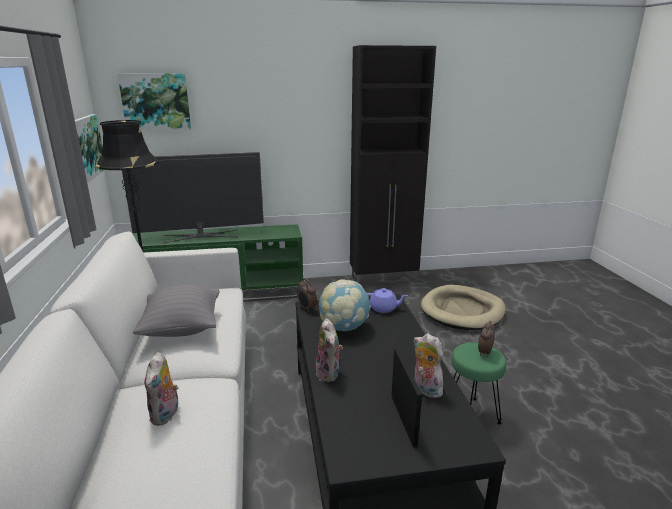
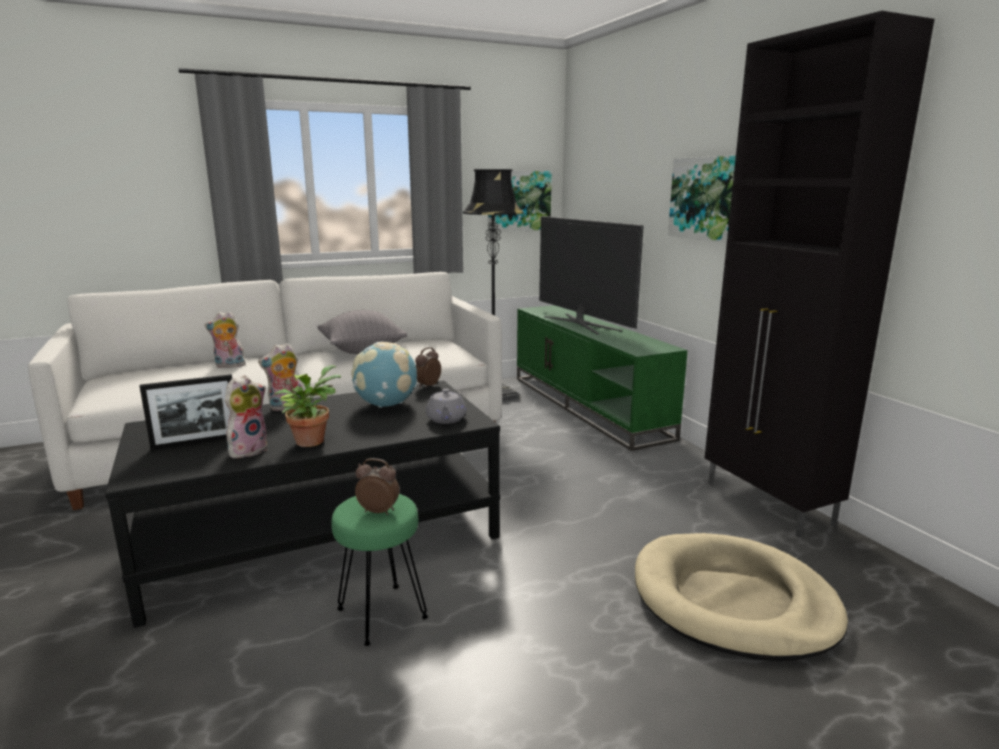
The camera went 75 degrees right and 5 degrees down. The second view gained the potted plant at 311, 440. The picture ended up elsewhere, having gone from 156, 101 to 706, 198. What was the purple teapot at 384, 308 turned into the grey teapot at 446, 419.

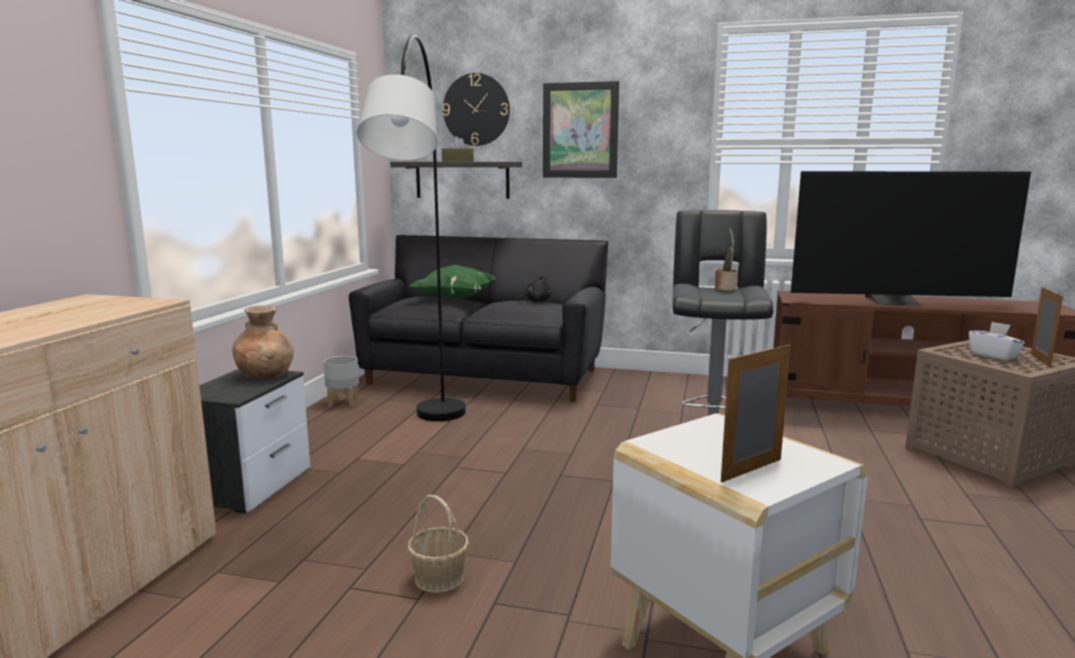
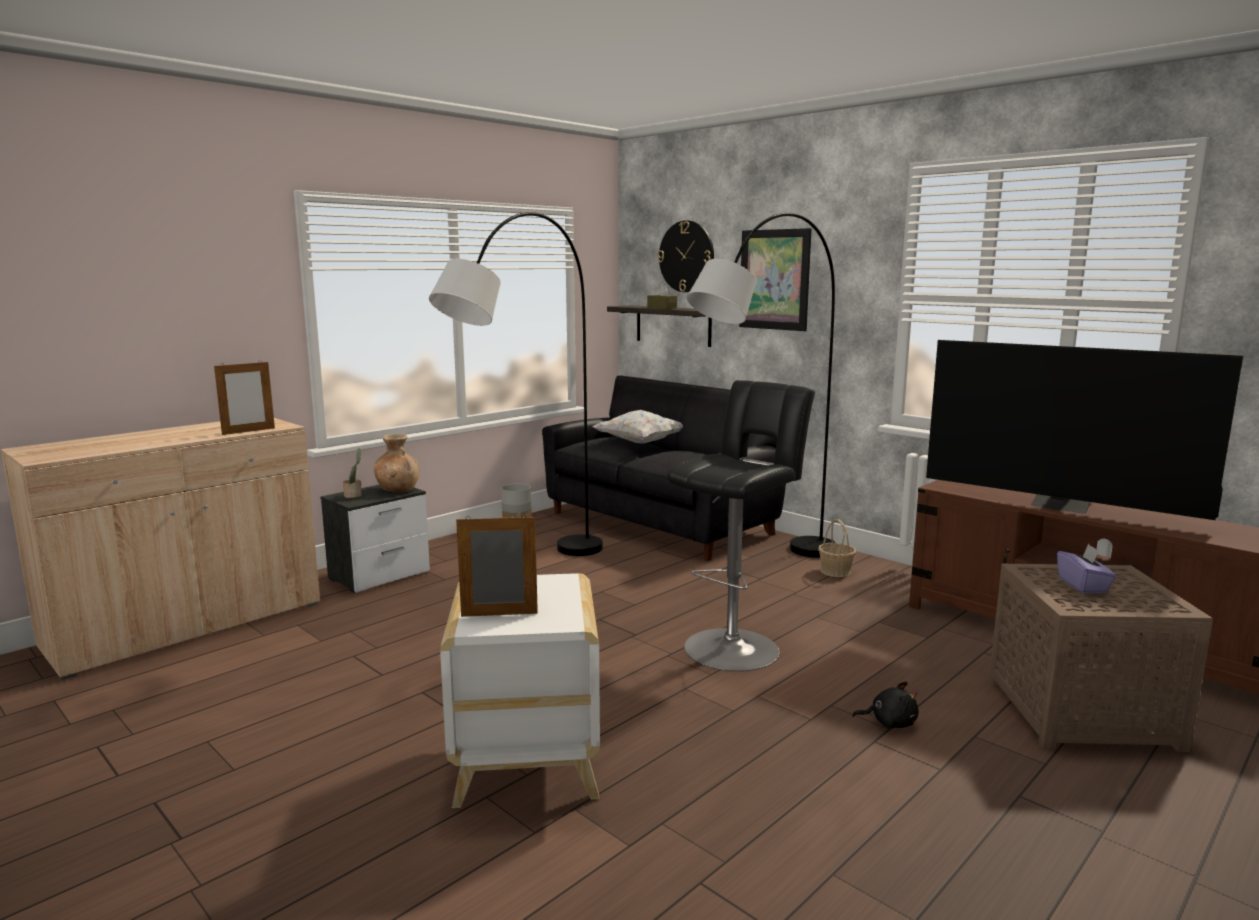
The camera went 30 degrees right and 0 degrees up. The second view gained the grey floor lamp at 762, 572. The basket ended up elsewhere, having gone from 439, 577 to 835, 571. The black plush toy ended up elsewhere, having gone from 536, 301 to 889, 722. The potted plant ended up elsewhere, having gone from 725, 288 to 354, 495. The picture frame ended up elsewhere, having gone from 1040, 360 to 248, 431. What was the green pillow at 455, 298 turned into the white pillow at 639, 443. What was the white tissue box at 993, 355 turned into the purple tissue box at 1083, 585.

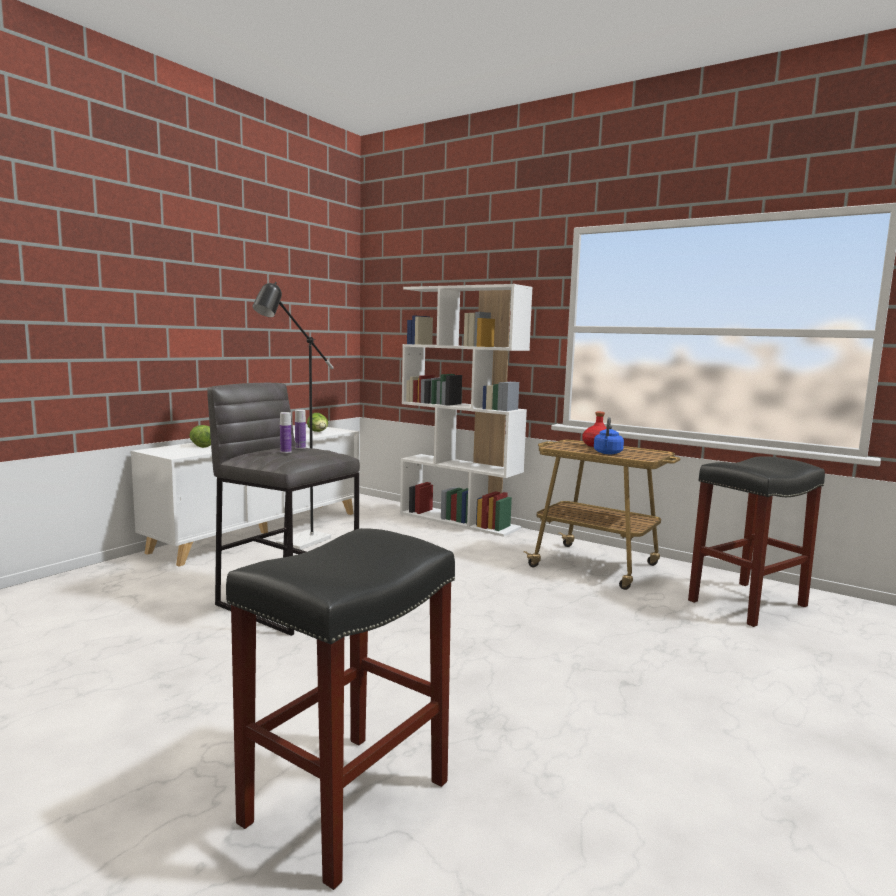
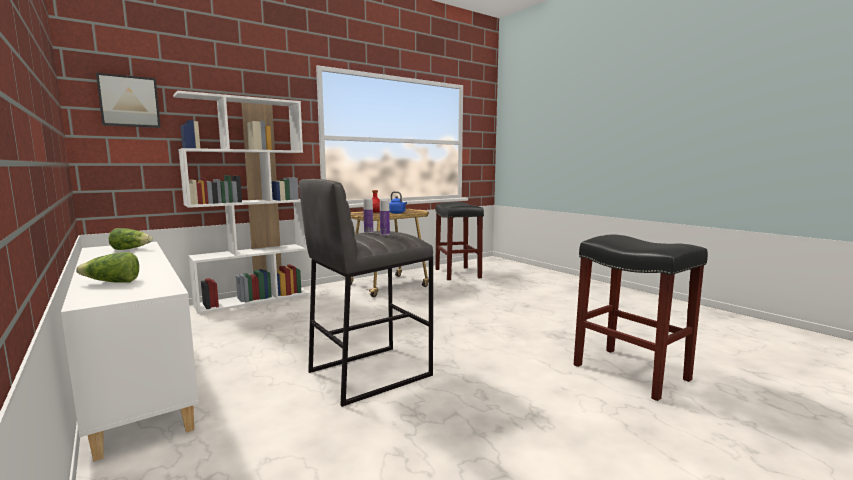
The camera went 70 degrees left and 0 degrees up. The second view lost the black floor lamp at 297, 544. The second view gained the picture at 129, 101.

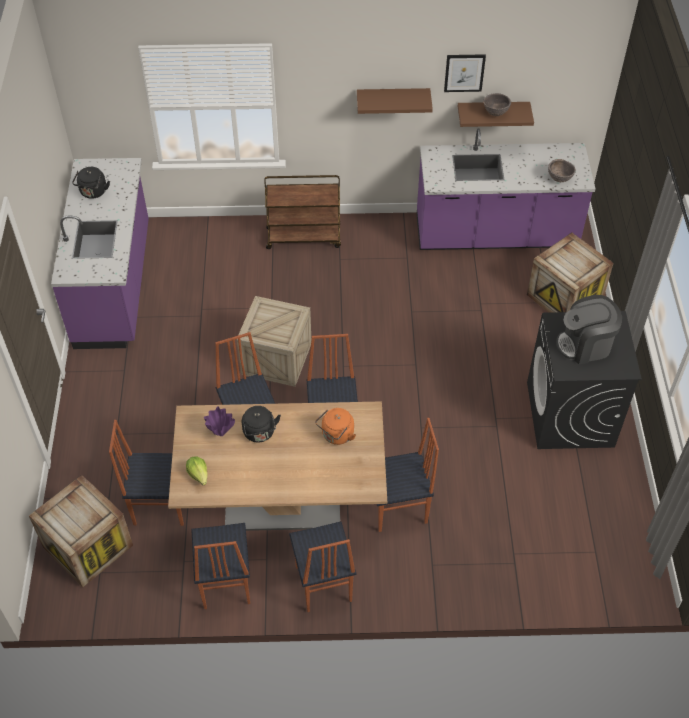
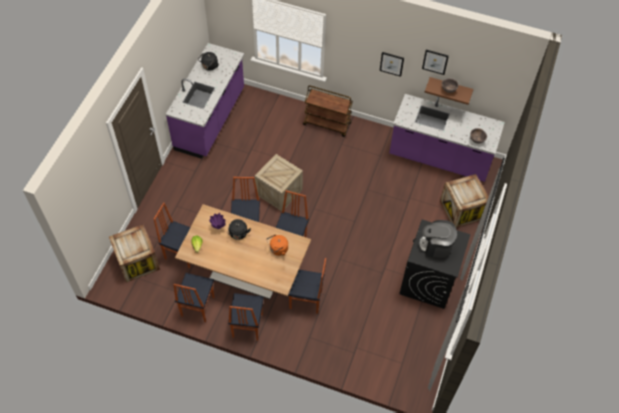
The camera went 20 degrees right and 5 degrees up. Where the brown shelf hung at 393, 99, the picture came to hang at 391, 63.

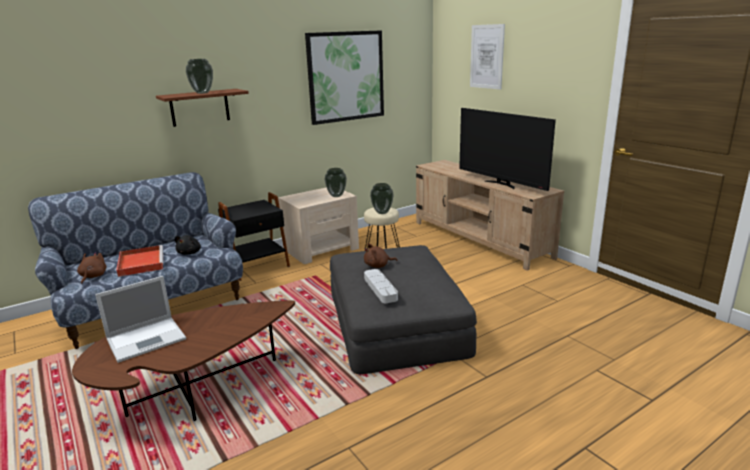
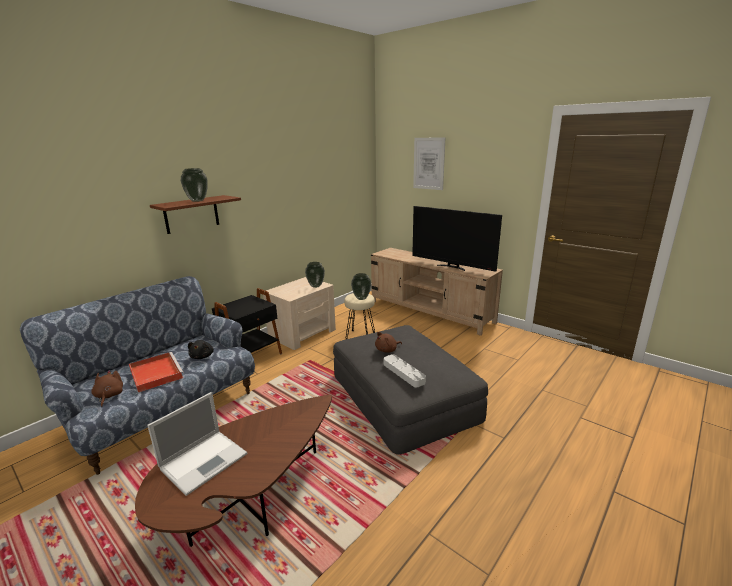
The camera went 15 degrees left and 0 degrees up. The second view lost the picture at 346, 76.

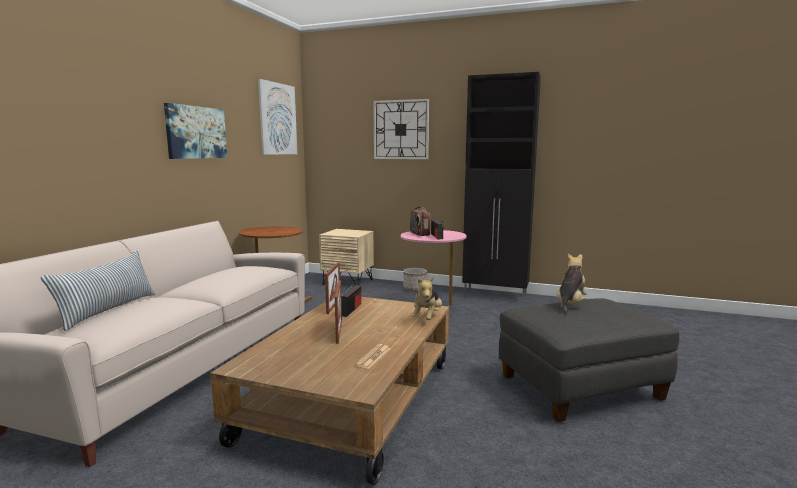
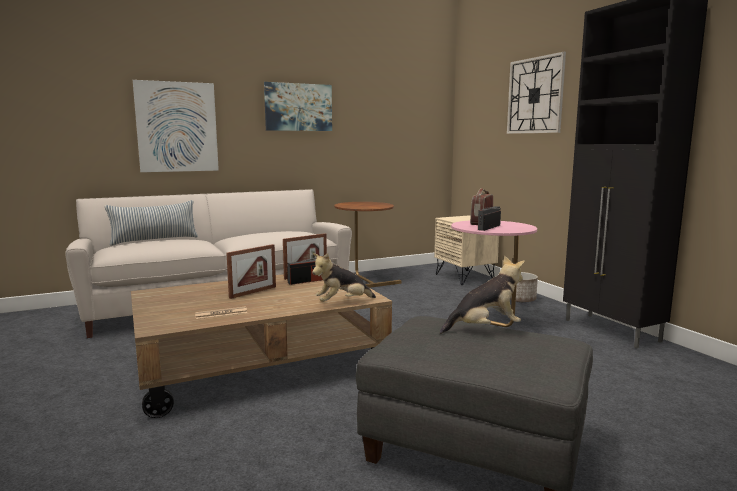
The camera went 45 degrees right and 0 degrees up. The picture ended up elsewhere, having gone from 278, 119 to 177, 127.

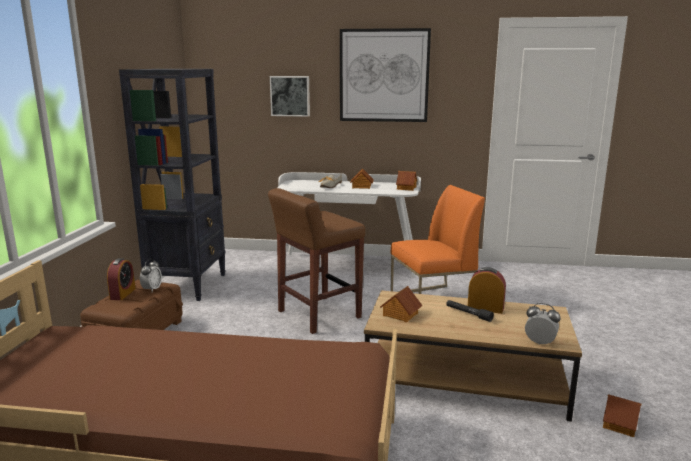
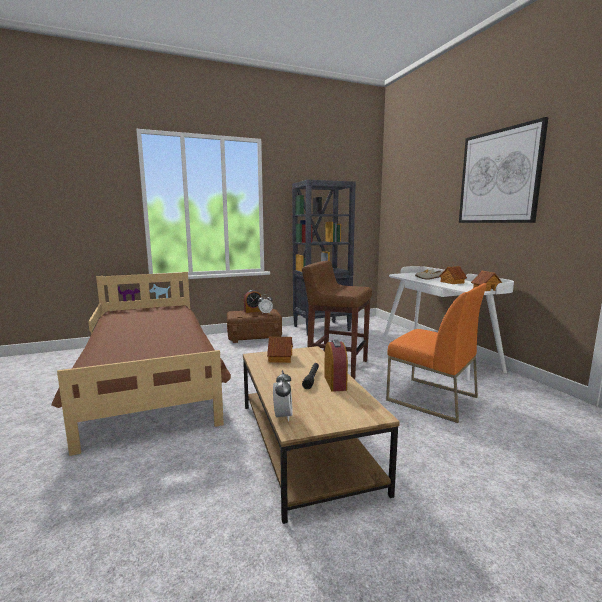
The camera went 60 degrees right and 5 degrees down. The second view lost the picture at 290, 96. The second view lost the toy house at 620, 424.

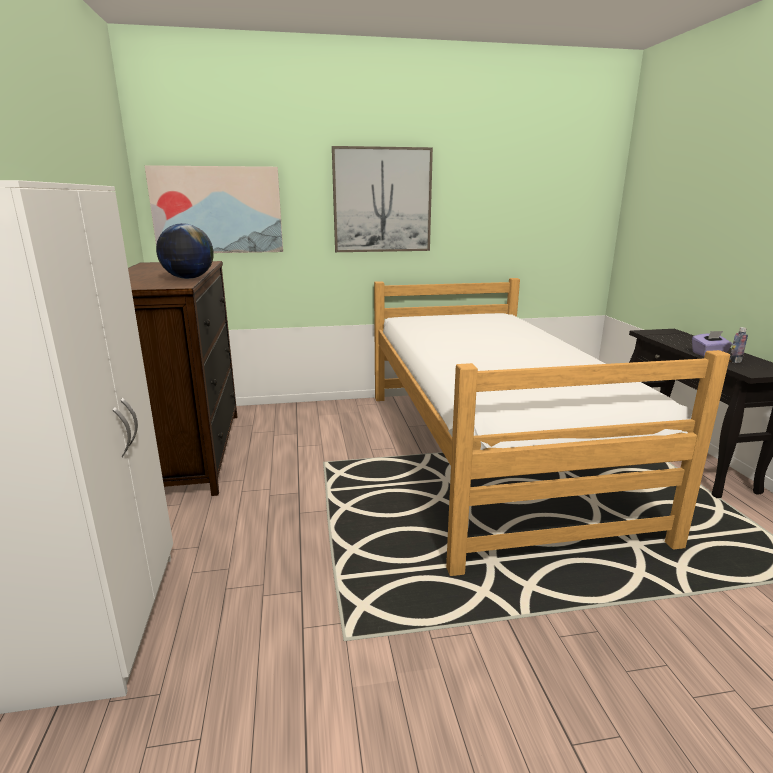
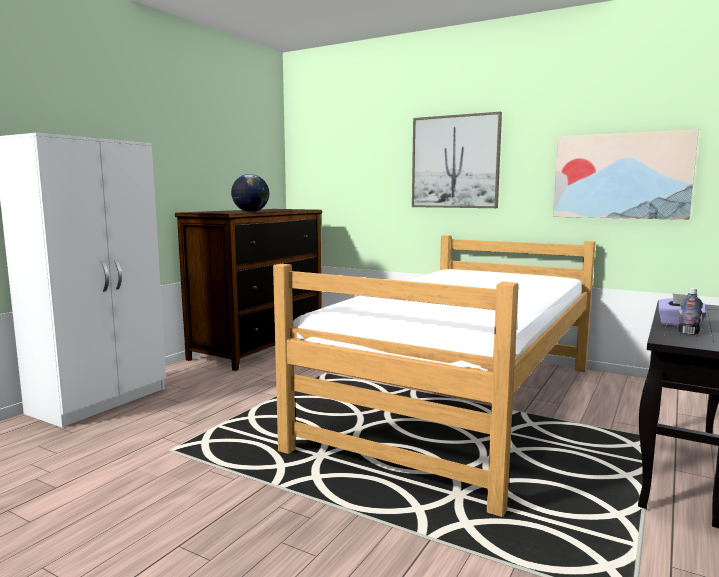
The camera went 40 degrees right and 10 degrees down. The picture ended up elsewhere, having gone from 217, 210 to 621, 176.

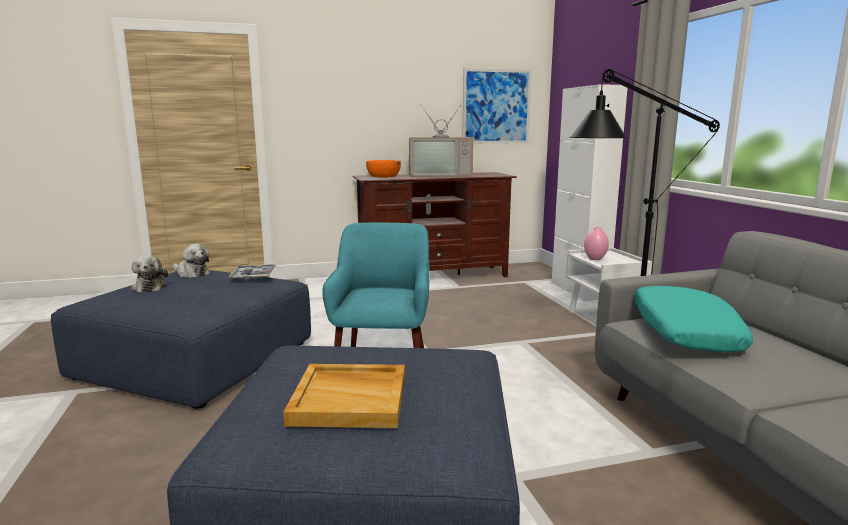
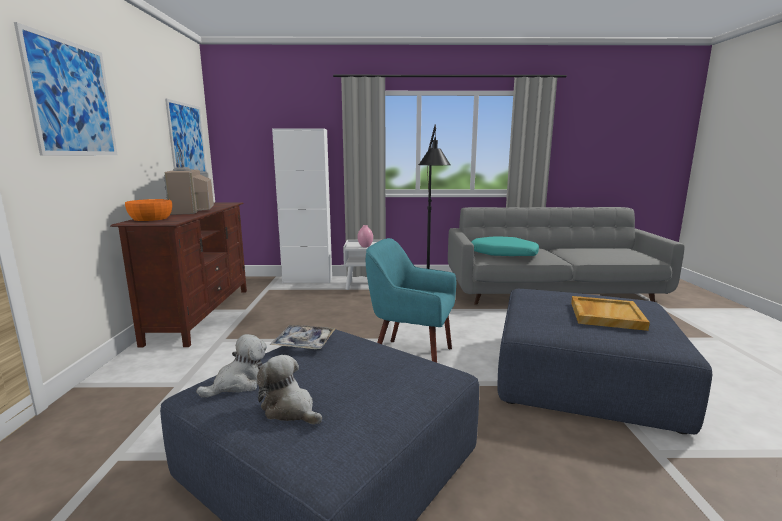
The camera went 75 degrees left and 0 degrees up. The second view gained the picture at 72, 99. The plush toy at 150, 287 ended up facing another way, 135 degrees counterclockwise from before. The television at 440, 175 ended up facing another way, 150 degrees clockwise from before.

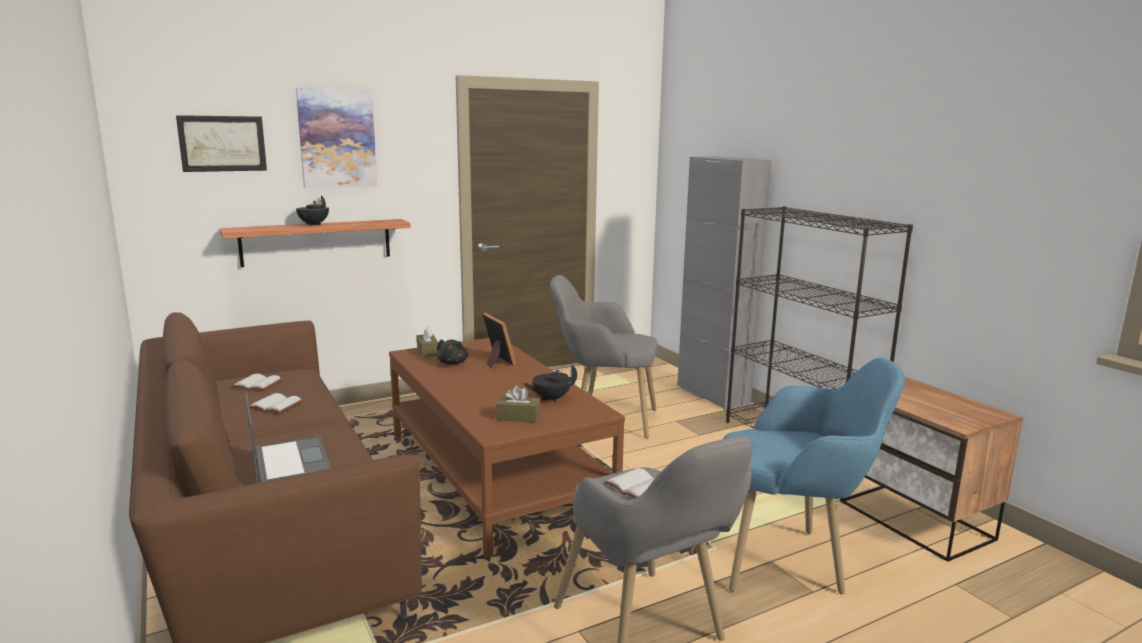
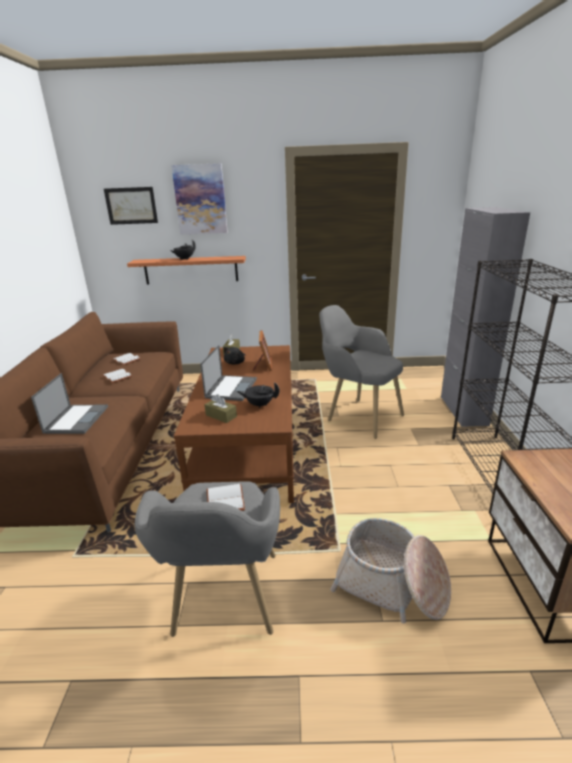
The camera went 30 degrees right and 10 degrees up. The second view gained the laptop at 231, 388. Where the blue armchair stood at 793, 560, the basket came to stand at 392, 584.

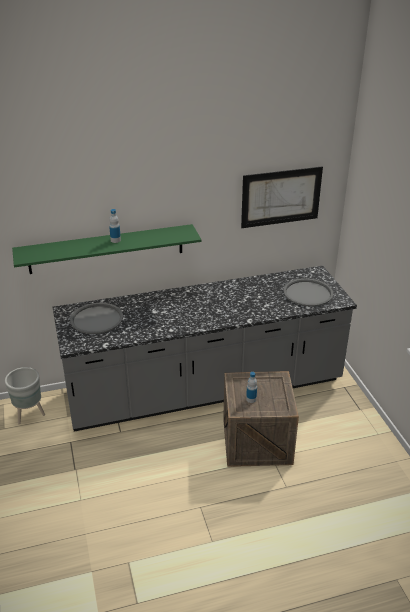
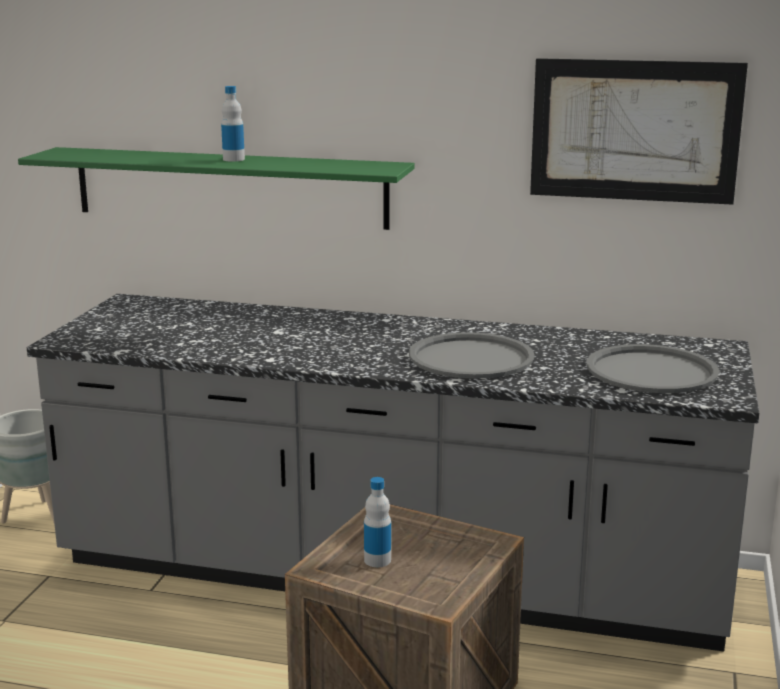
The camera went 30 degrees right and 15 degrees down. The grey tray ended up elsewhere, having gone from 96, 319 to 470, 358.

